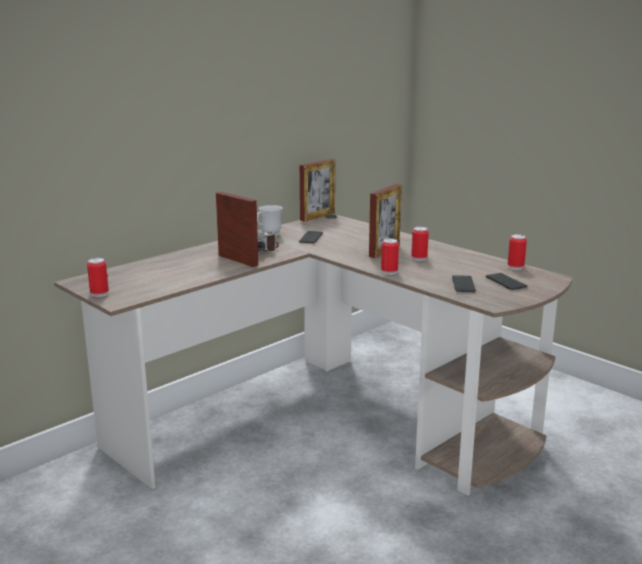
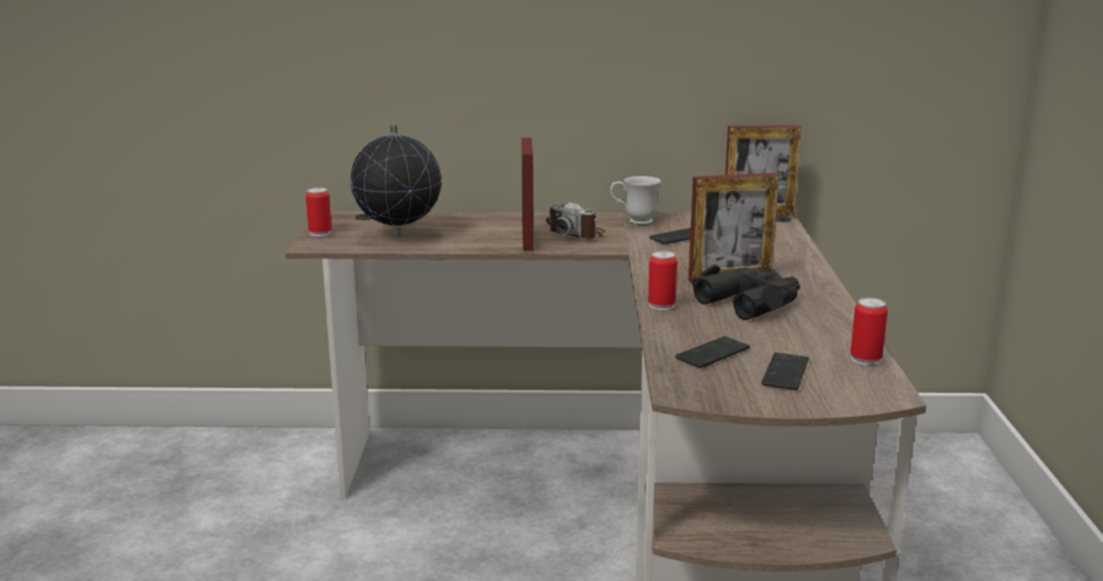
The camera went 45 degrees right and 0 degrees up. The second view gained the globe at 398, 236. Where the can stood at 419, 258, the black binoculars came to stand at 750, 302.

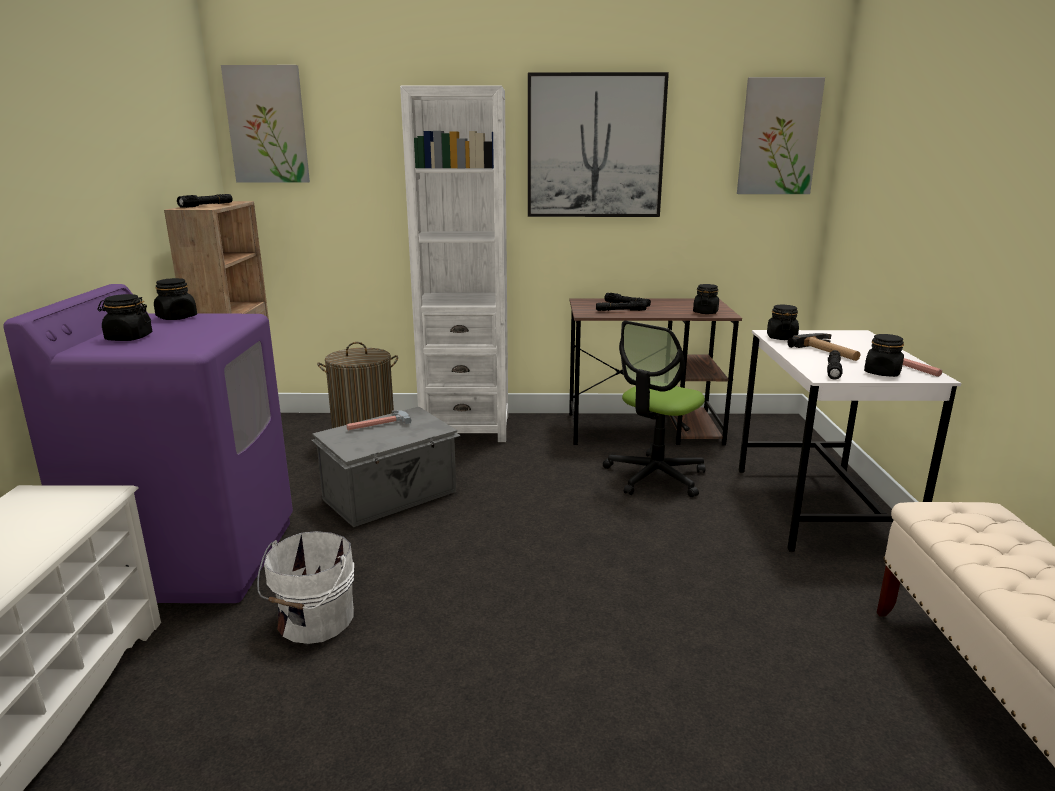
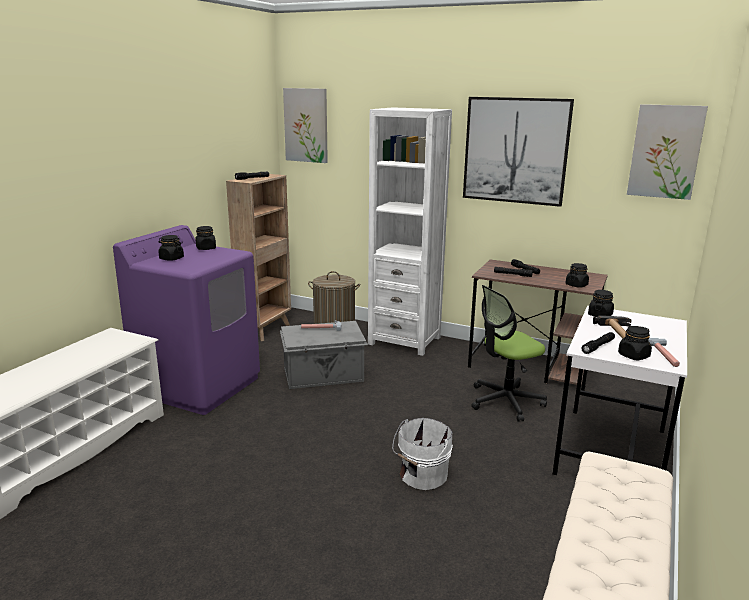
The camera went 25 degrees right and 0 degrees up. The white bucket ended up elsewhere, having gone from 313, 621 to 421, 475.

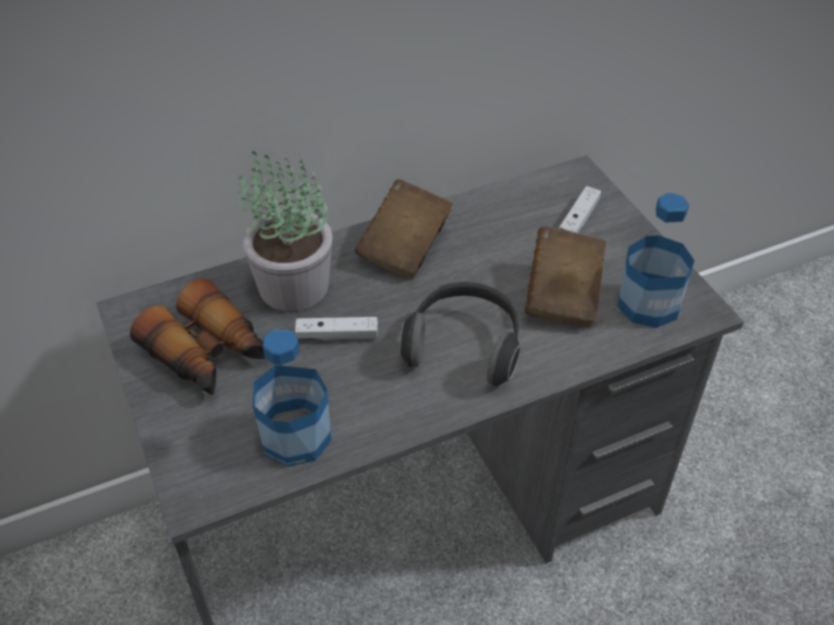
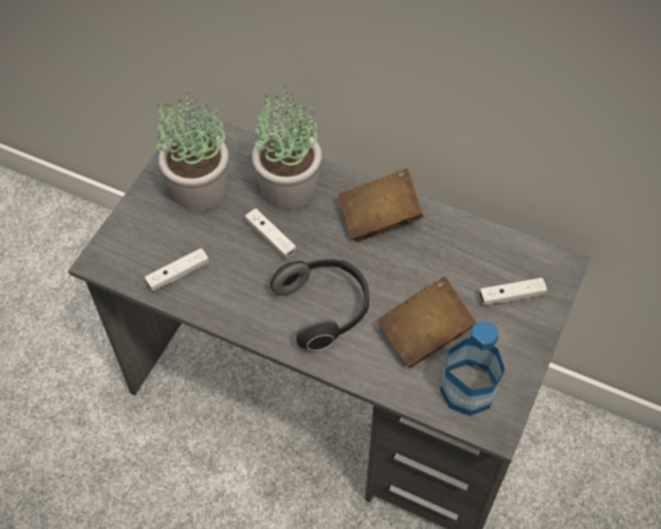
The camera went 50 degrees right and 10 degrees up. Where the binoculars stood at 209, 355, the potted plant came to stand at 198, 189. Where the bottle stood at 295, 436, the white game controller came to stand at 178, 274.

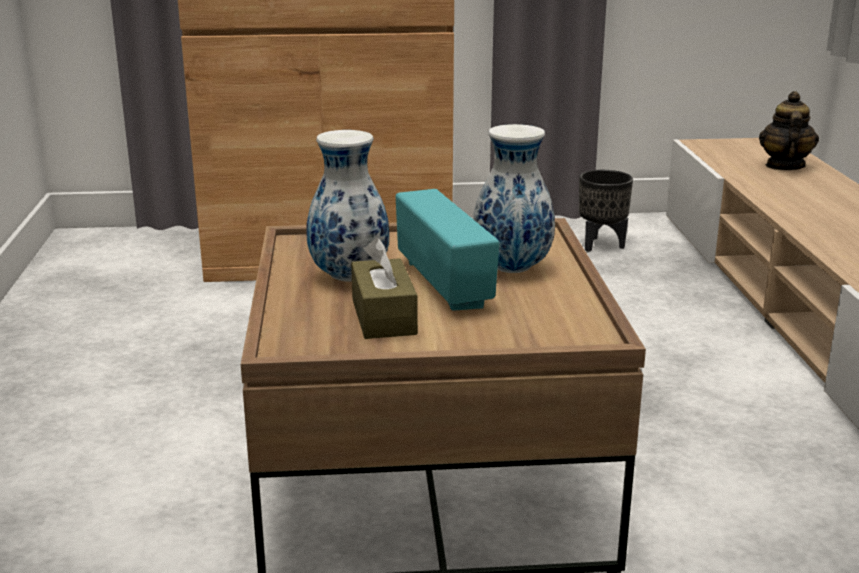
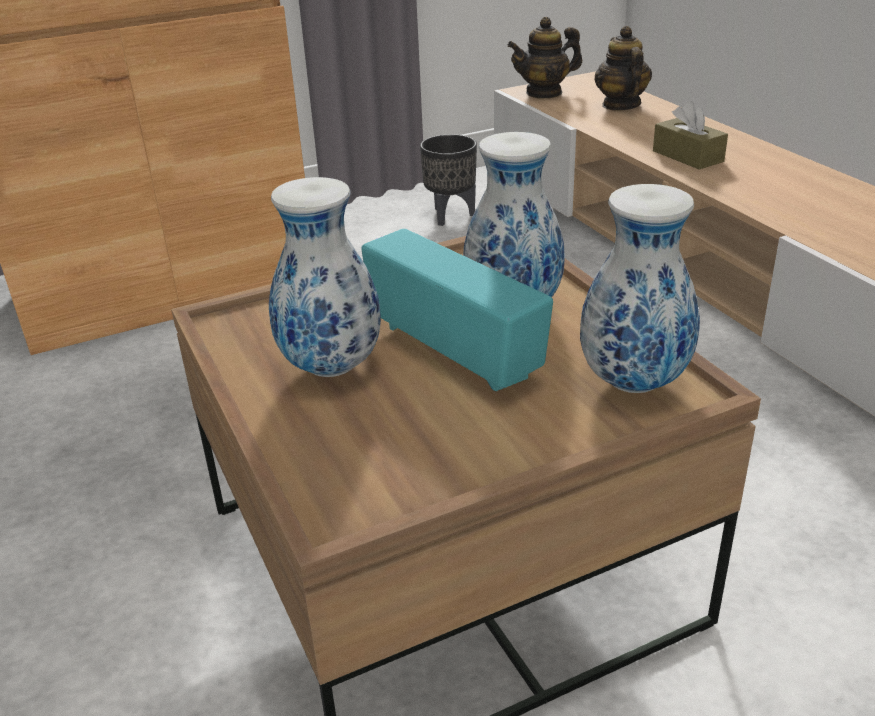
The camera went 20 degrees left and 10 degrees up. The second view gained the teapot at 544, 93. The second view gained the vase at 633, 381. The brown tissue box ended up elsewhere, having gone from 383, 316 to 687, 156.

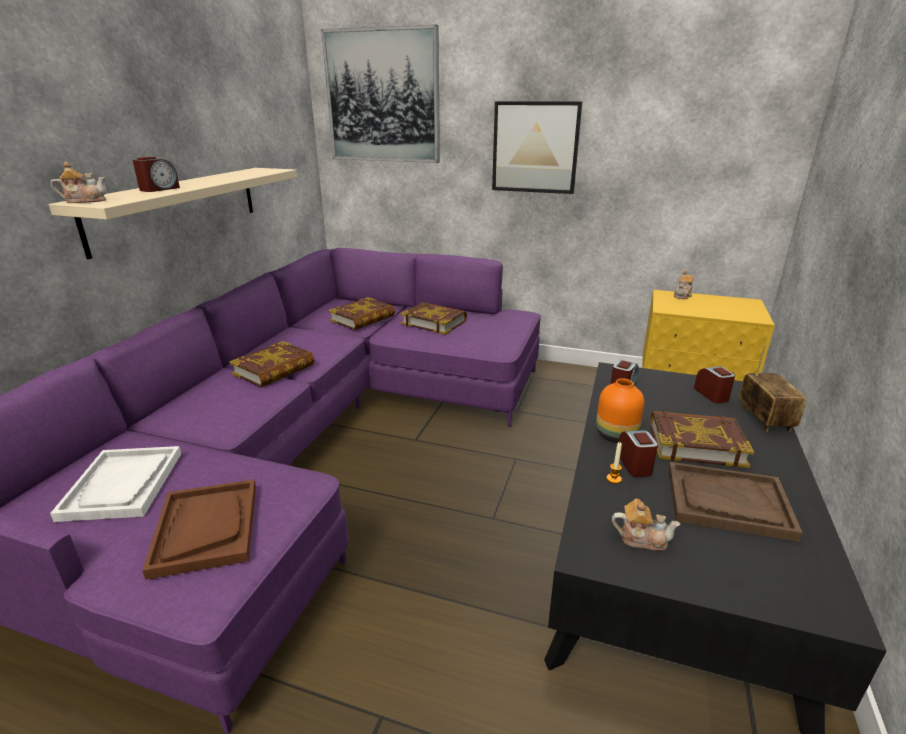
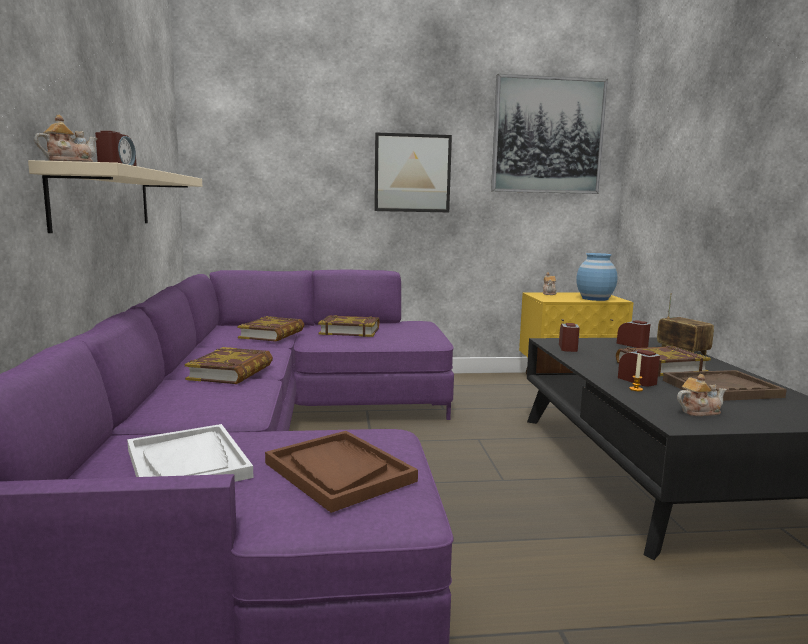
The camera went 25 degrees left and 15 degrees down. The second view lost the orange vase at 616, 434. The second view gained the blue vase at 595, 298. The picture ended up elsewhere, having gone from 383, 97 to 547, 136.

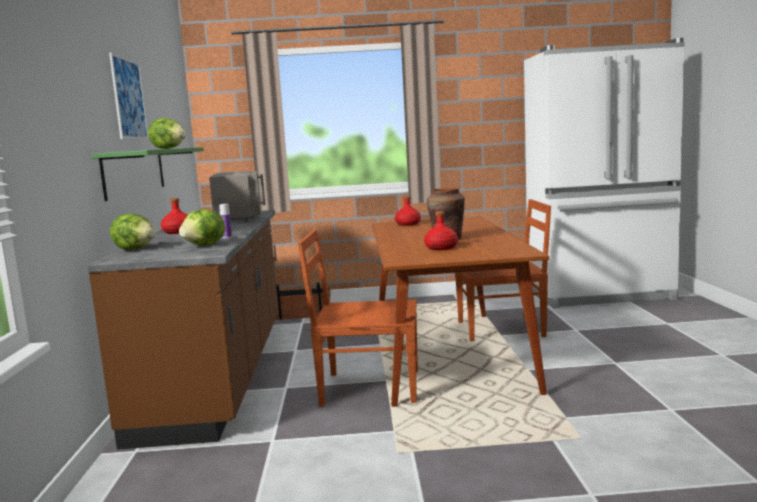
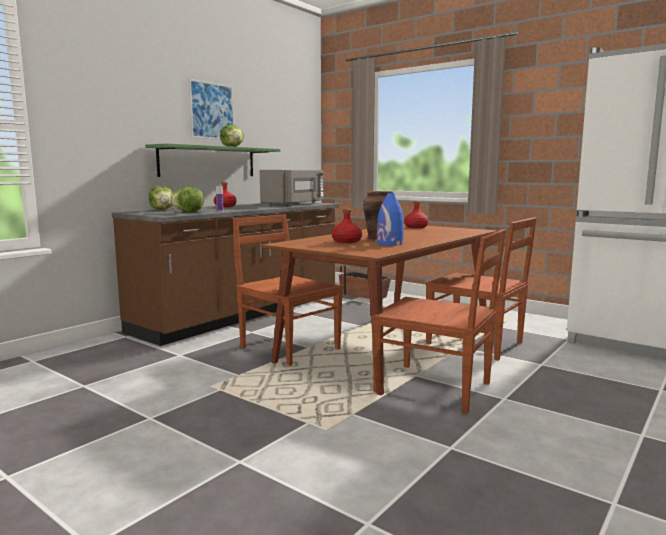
The camera went 40 degrees right and 0 degrees up. The second view gained the brown chair at 436, 389. The second view gained the blue vase at 390, 243.

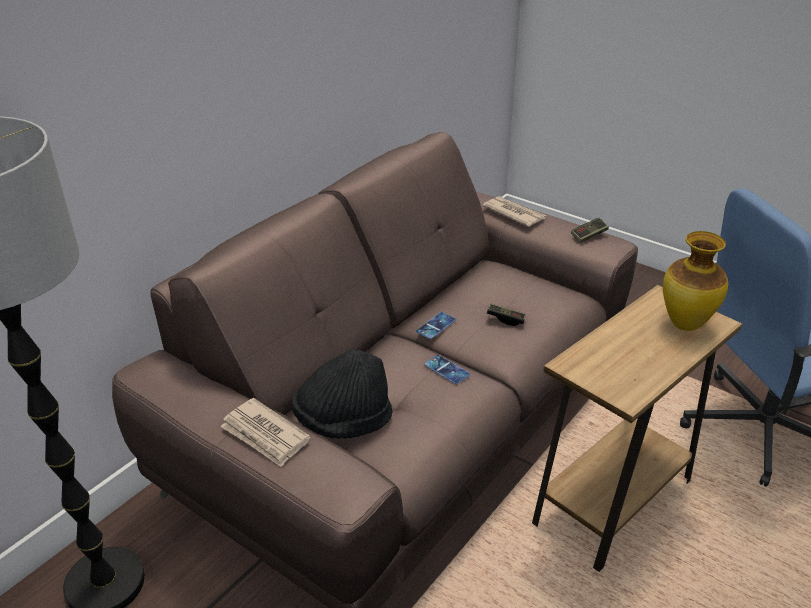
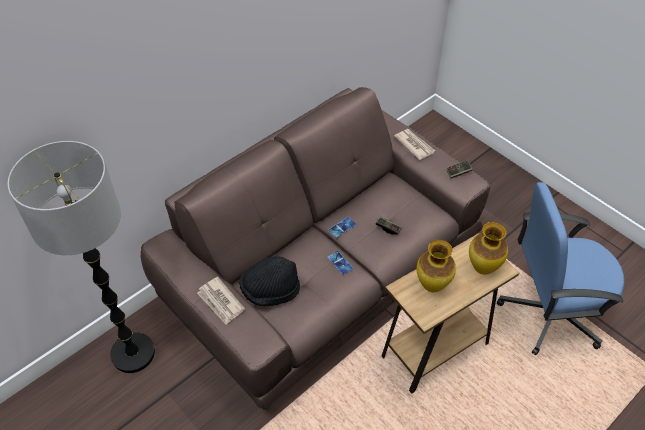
The camera went 10 degrees right and 15 degrees up. The second view gained the vase at 433, 285.

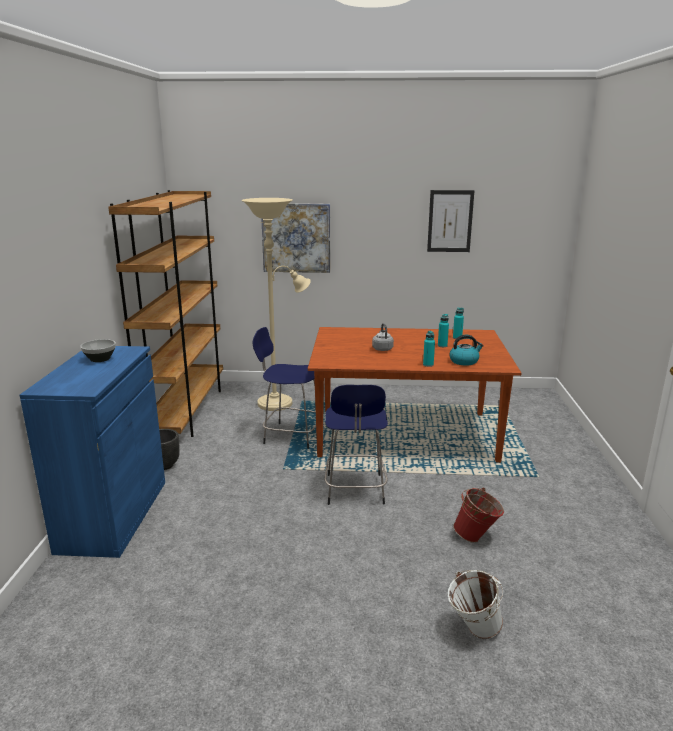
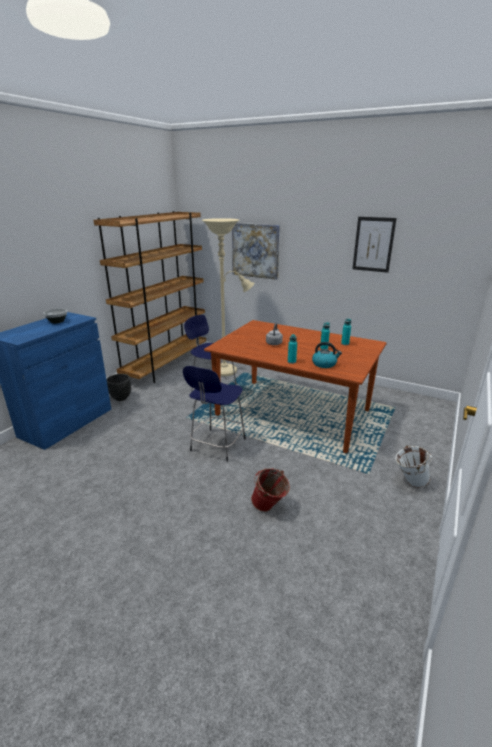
The camera went 25 degrees right and 5 degrees up. The white bucket ended up elsewhere, having gone from 472, 631 to 409, 482.

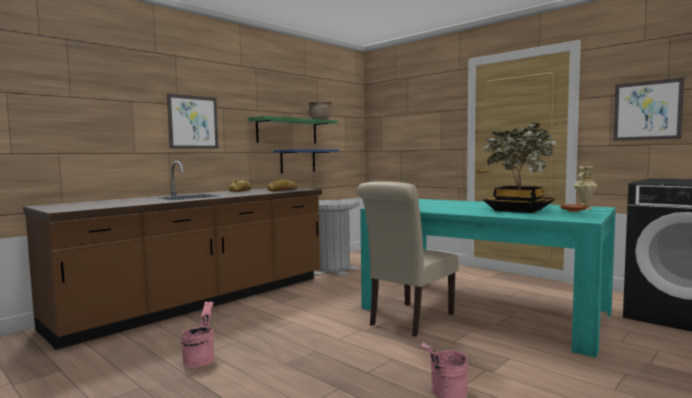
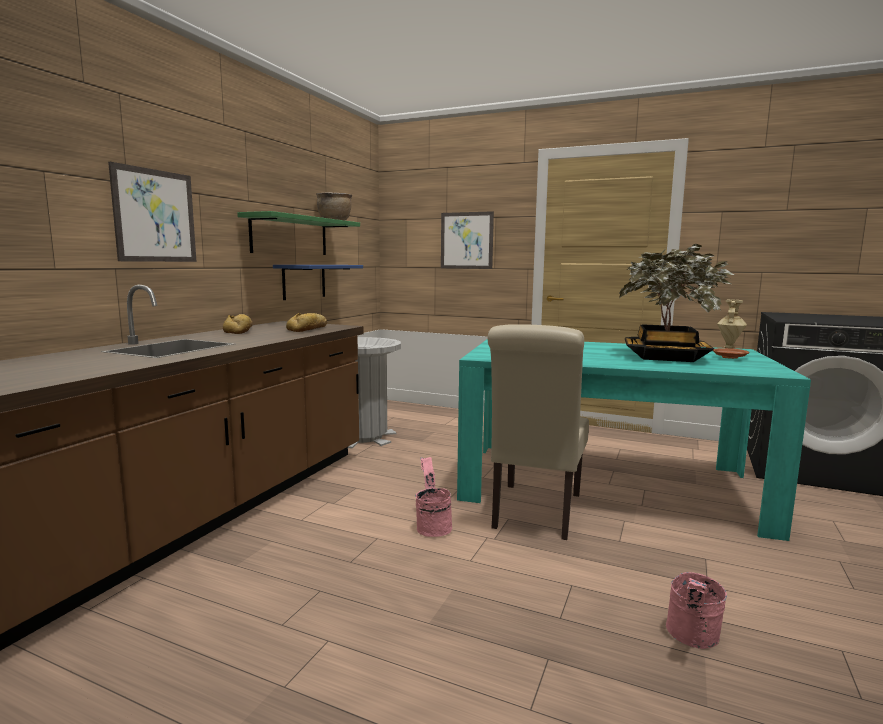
The camera went 20 degrees left and 5 degrees up. The pink bucket ended up elsewhere, having gone from 200, 359 to 432, 526. The picture ended up elsewhere, having gone from 647, 110 to 466, 240.

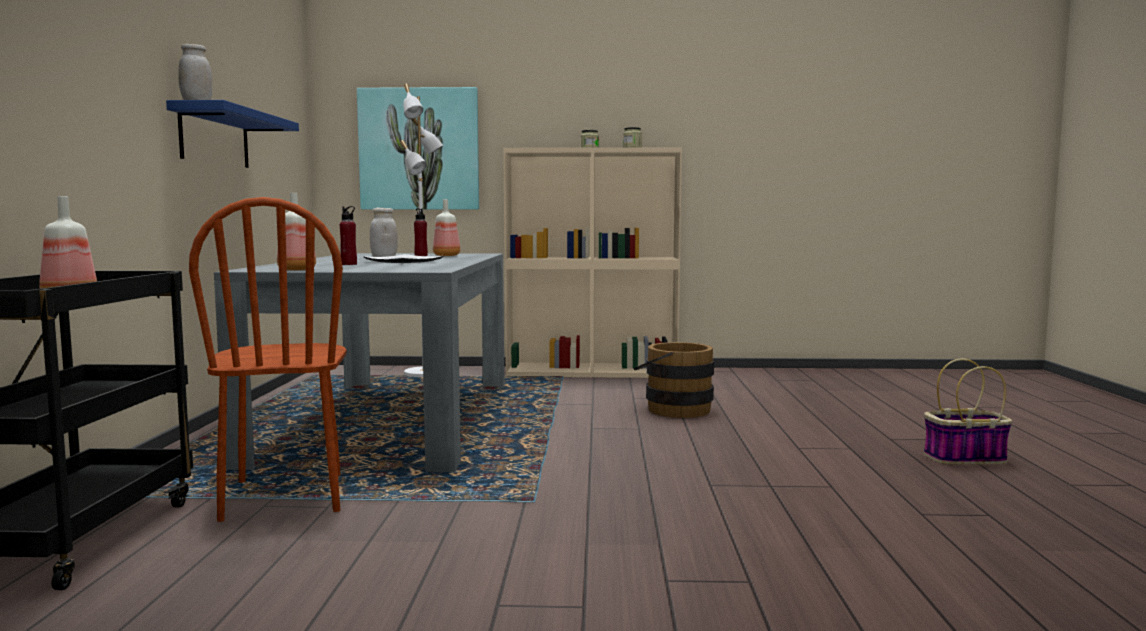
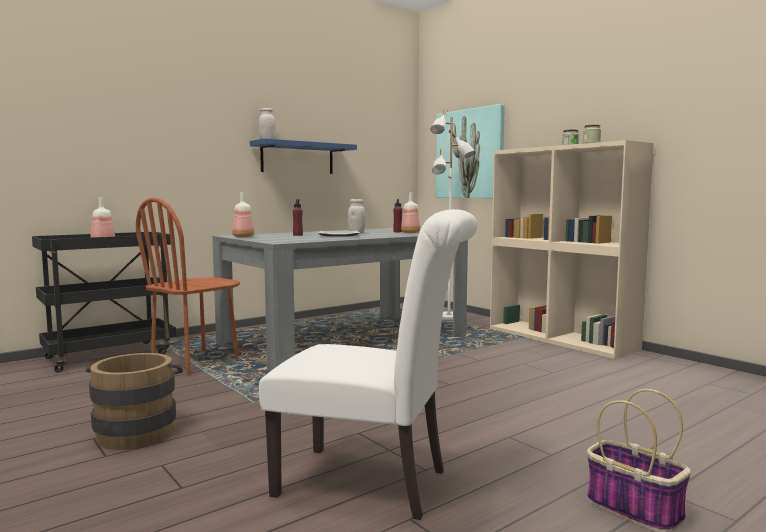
The camera went 50 degrees right and 0 degrees up. The second view gained the white chair at 372, 483. The brown bucket ended up elsewhere, having gone from 672, 409 to 137, 431.

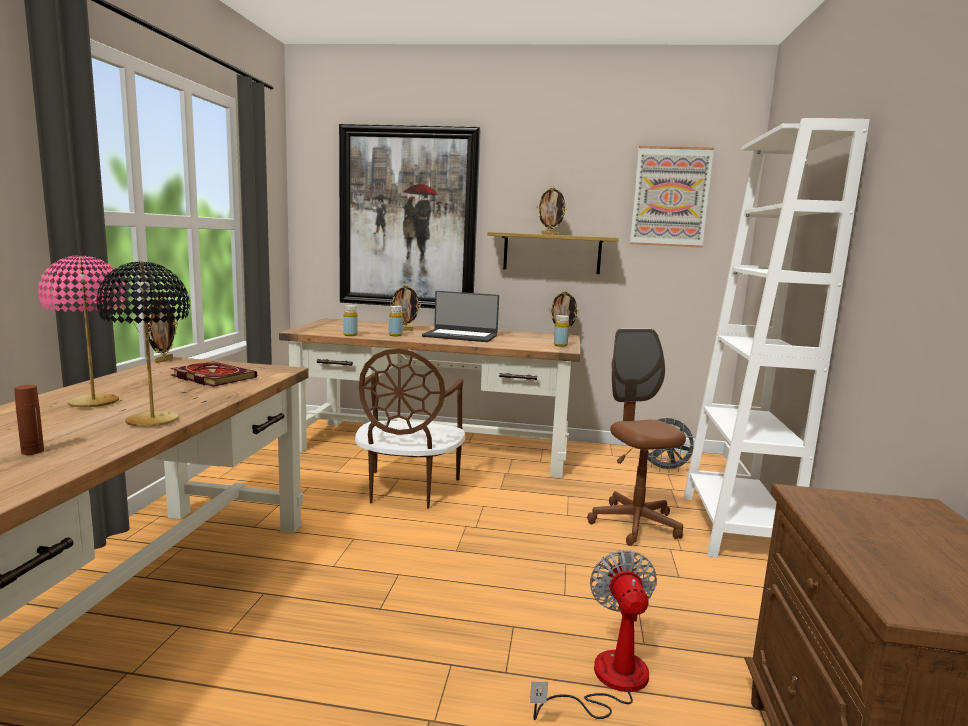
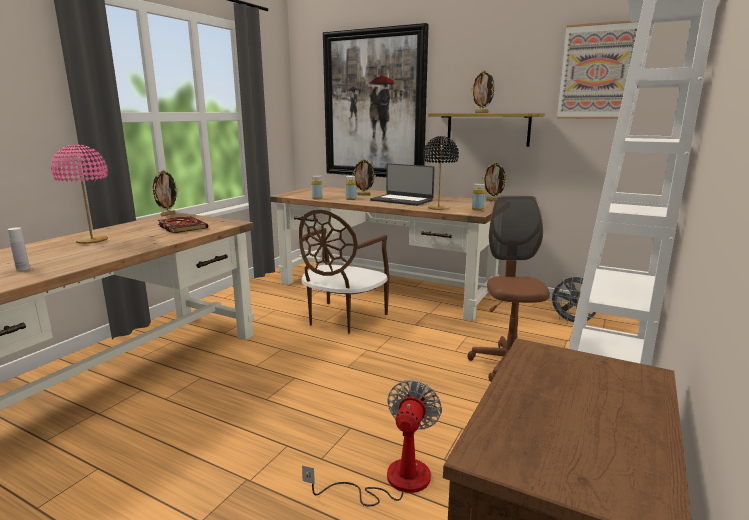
The camera went 20 degrees right and 5 degrees up. The black table lamp ended up elsewhere, having gone from 153, 420 to 438, 208. What was the brown bottle at 32, 451 turned into the white bottle at 23, 268.

